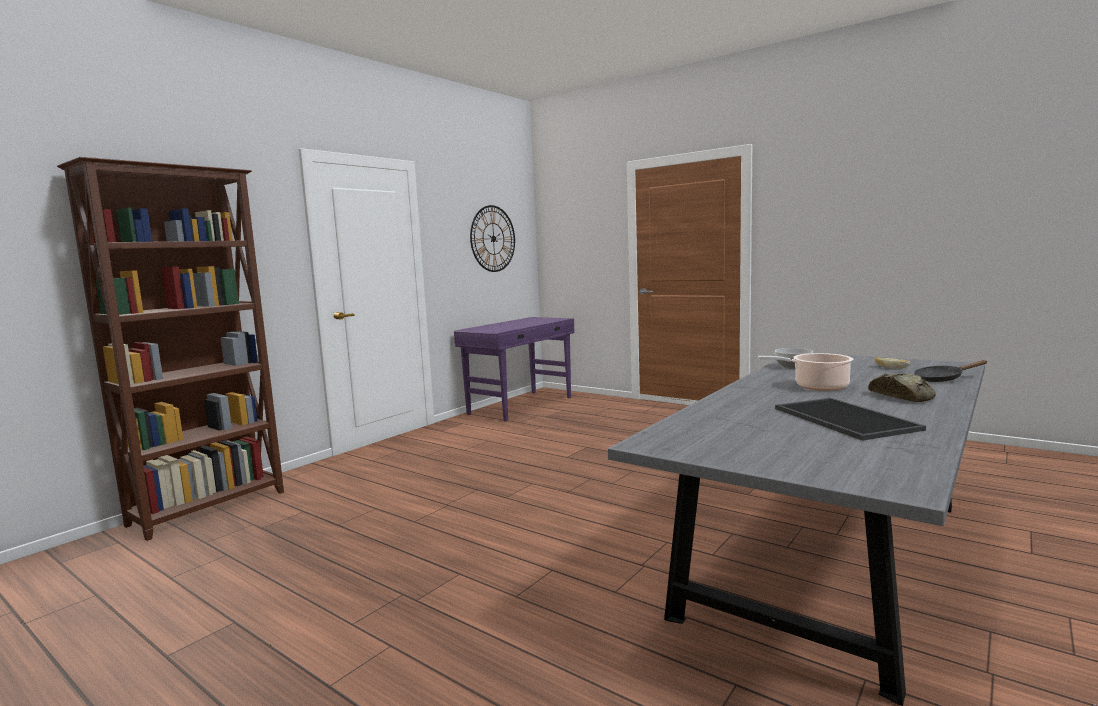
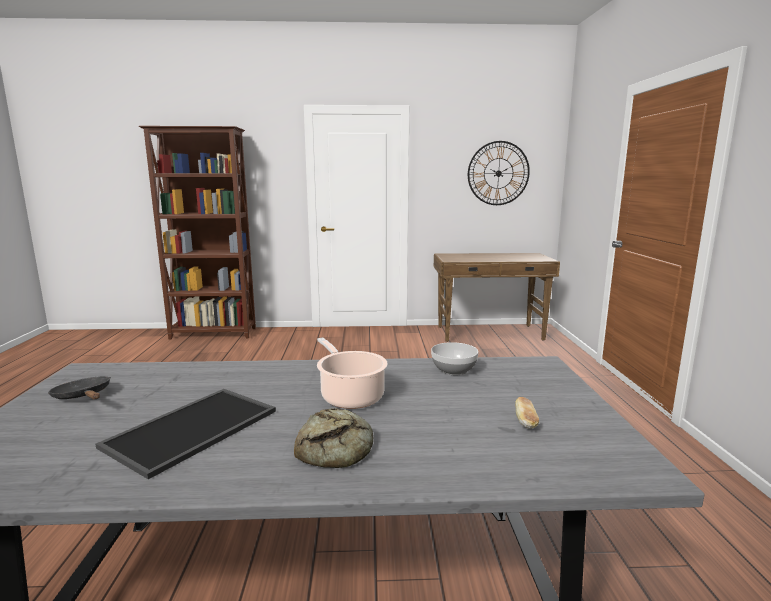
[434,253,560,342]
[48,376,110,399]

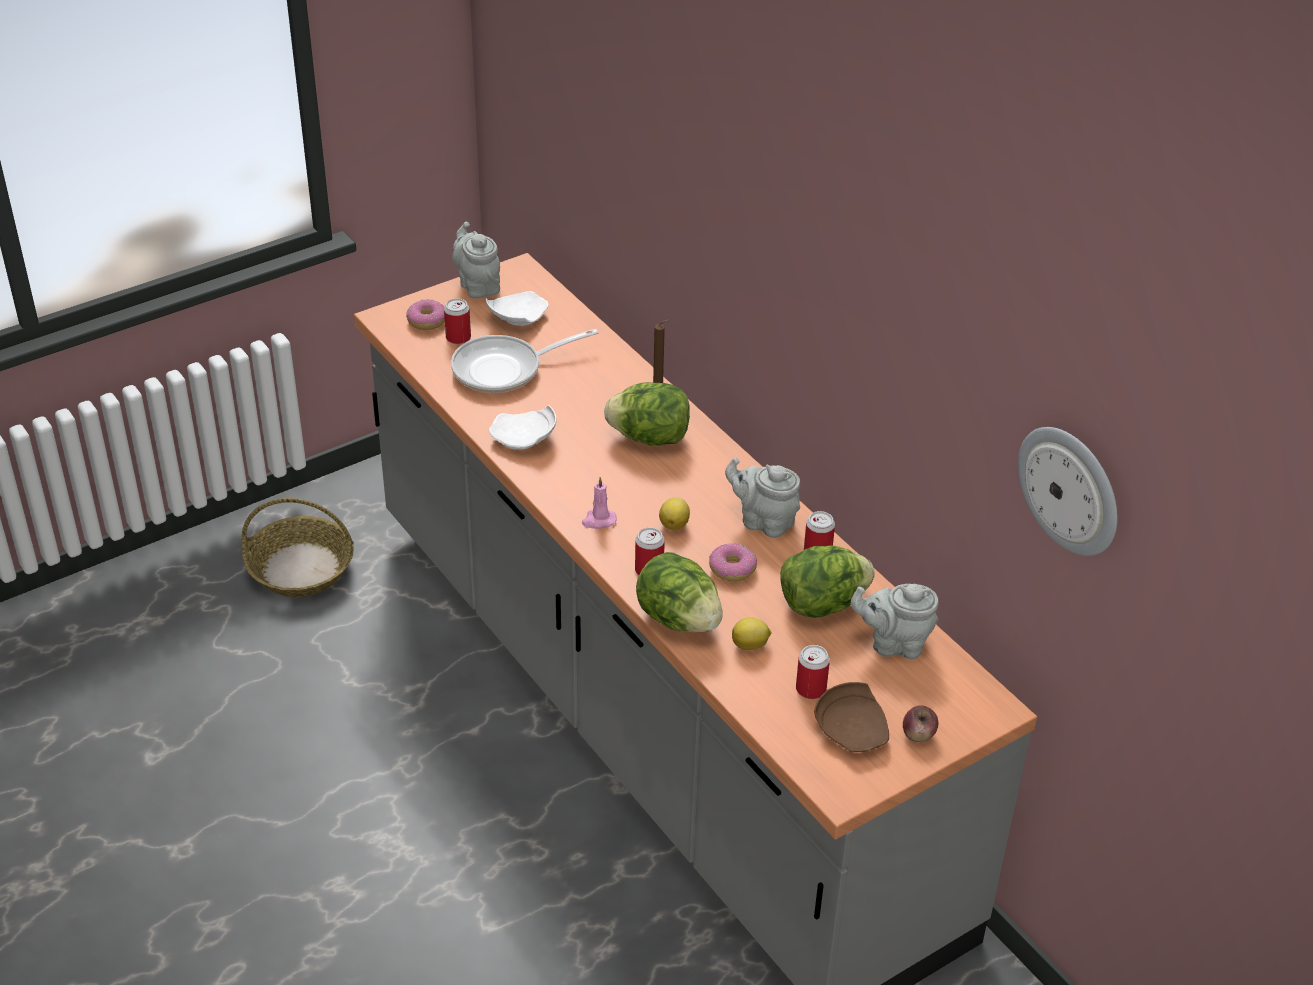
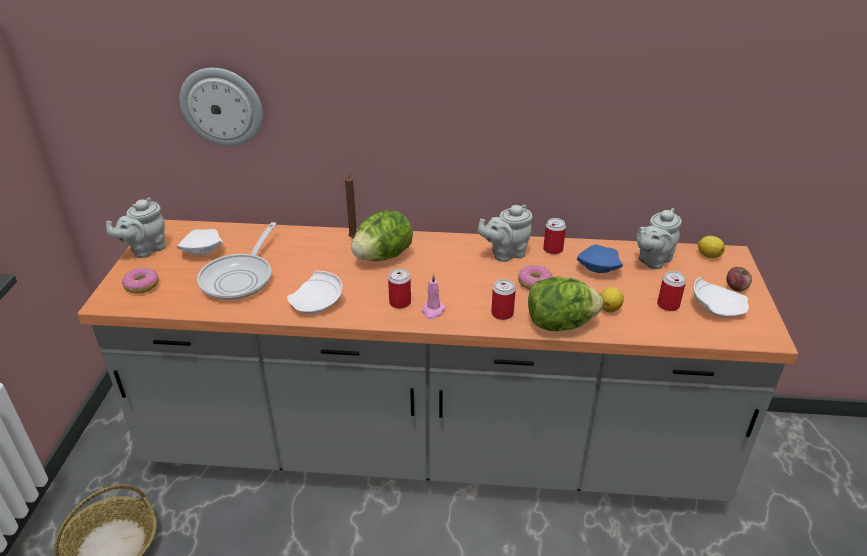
[106,198,166,258]
[388,269,411,309]
[179,68,263,146]
[698,236,725,258]
[577,244,623,273]
[693,277,749,318]

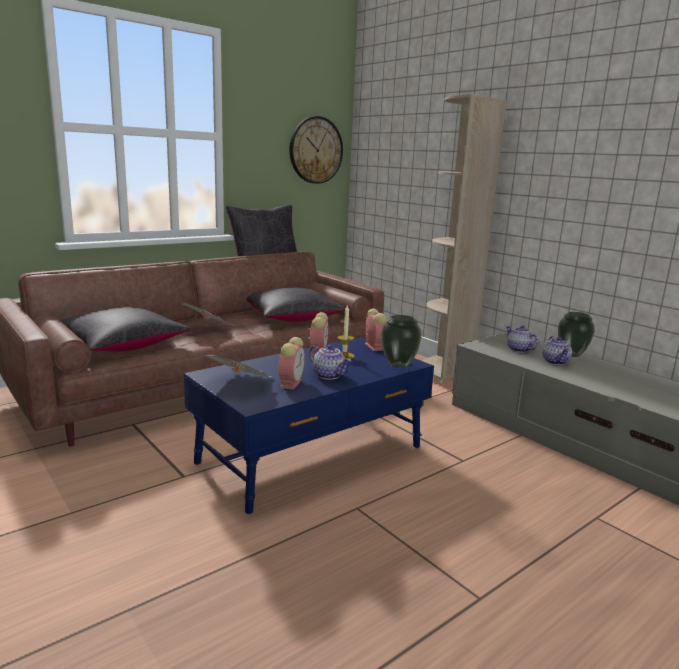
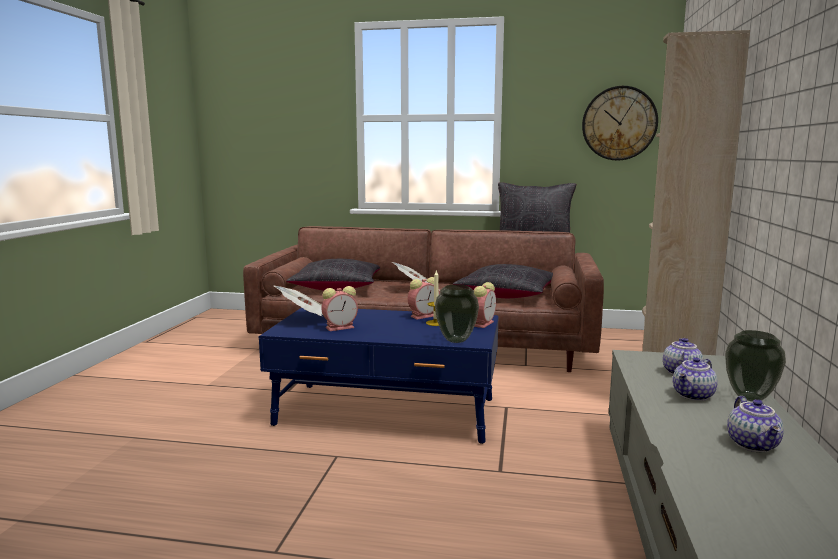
[727,396,784,452]

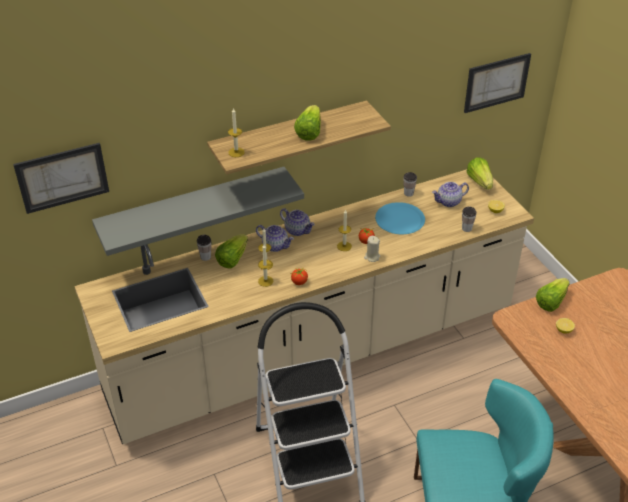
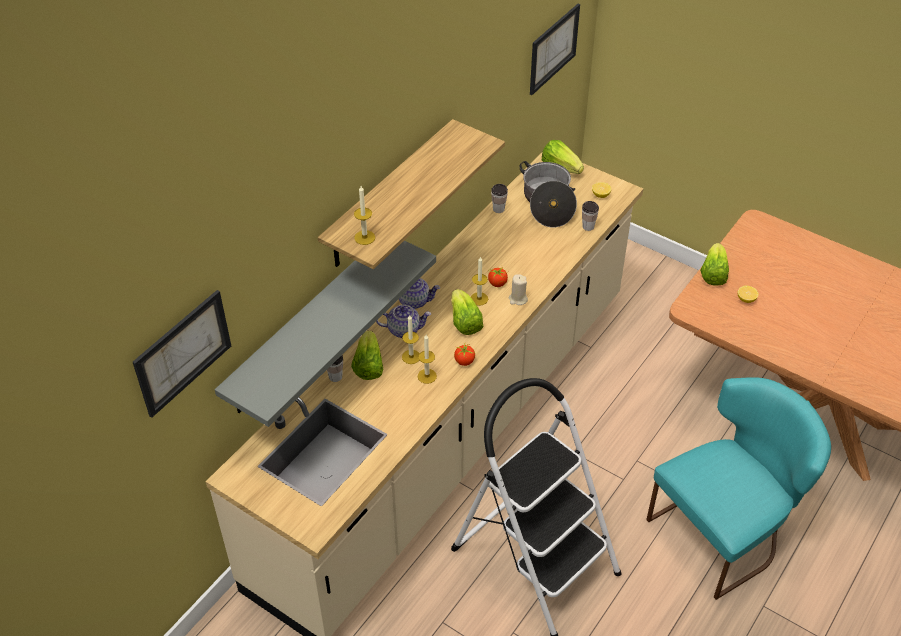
[451,289,483,335]
[520,161,577,227]
[375,202,425,234] (first image)

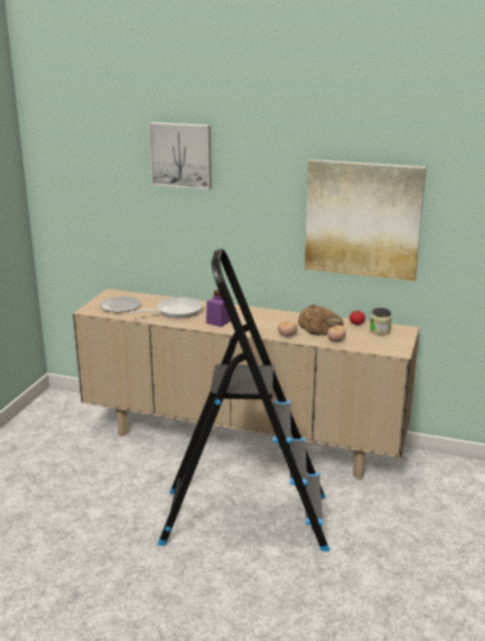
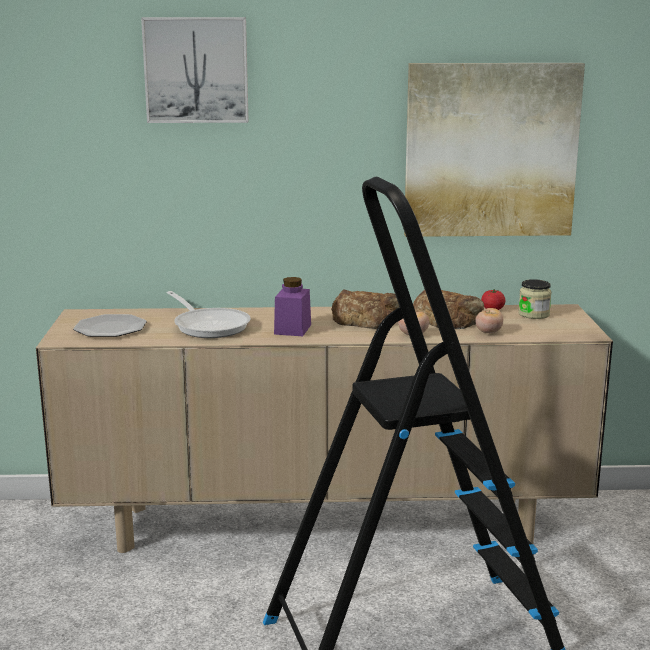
[167,291,251,338]
[331,289,400,329]

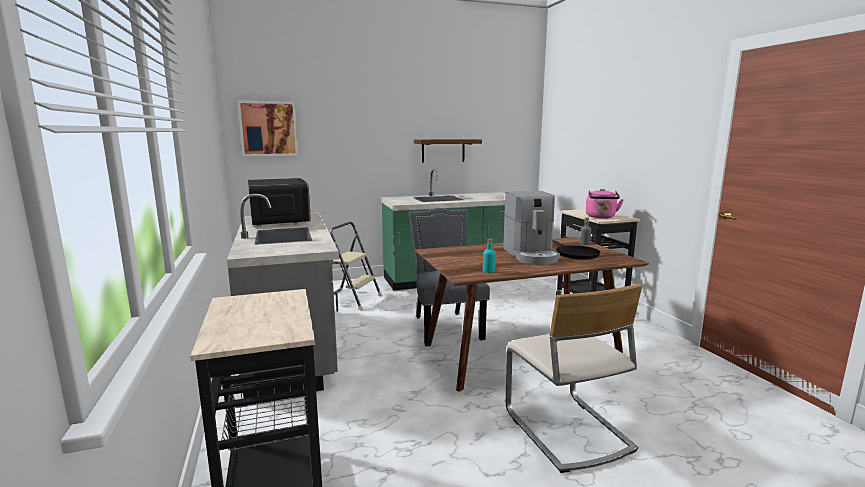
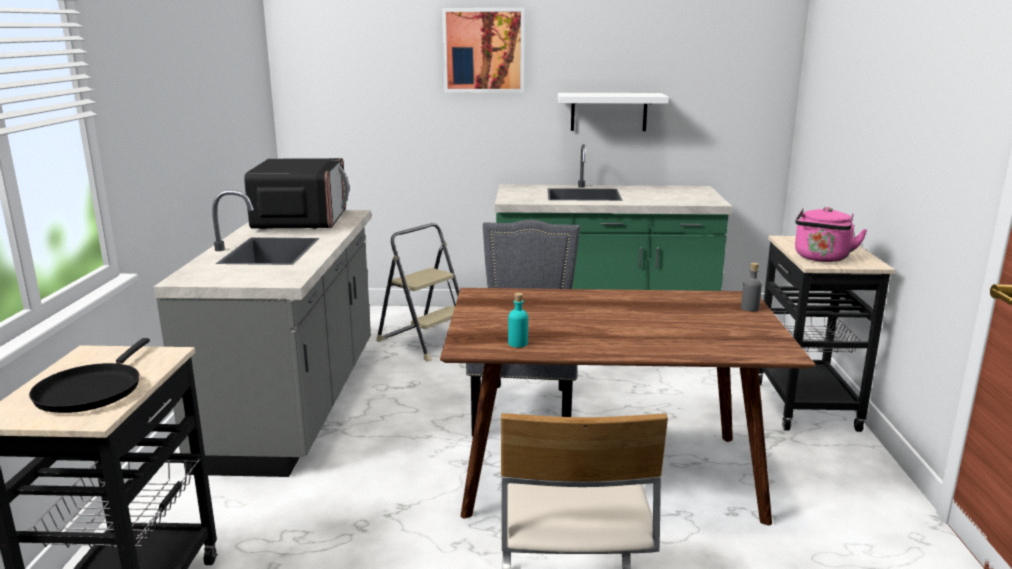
[442,8,525,93]
[558,93,669,131]
[503,191,560,265] (first image)
[29,338,150,413]

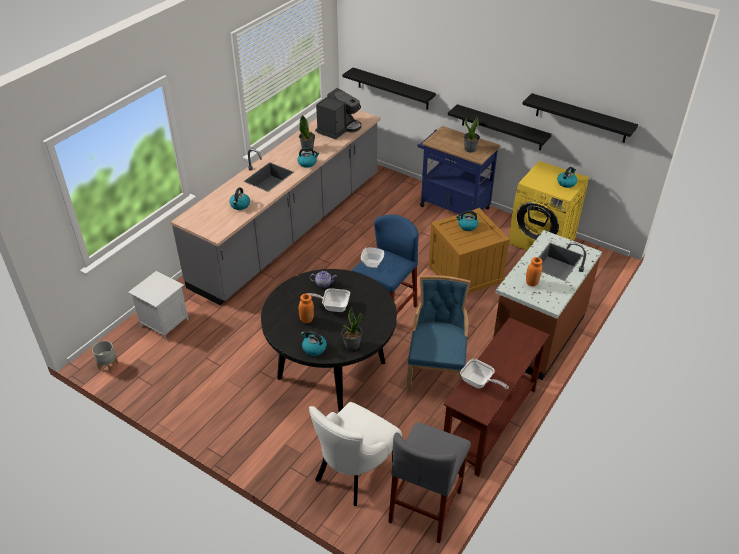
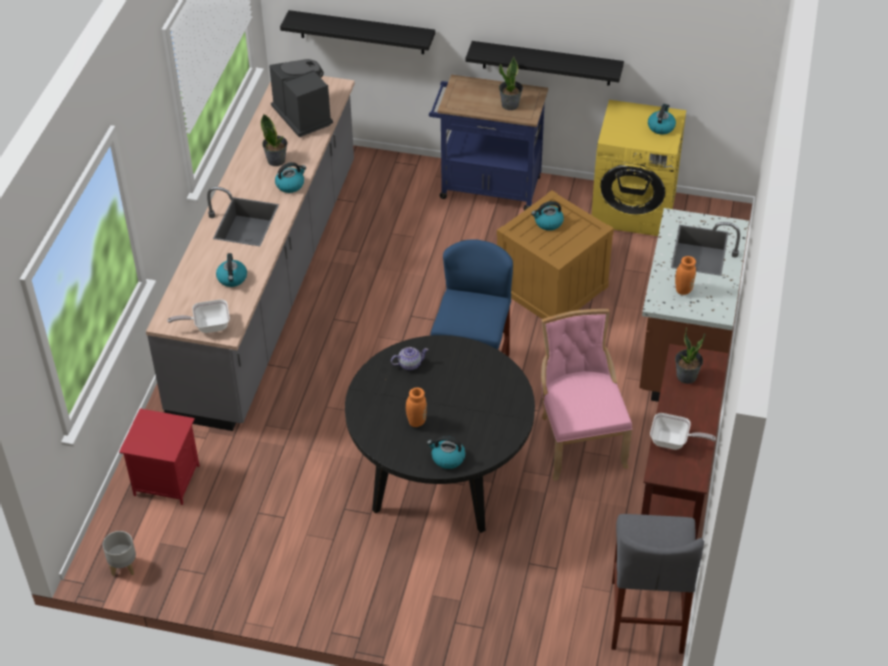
[269,59,333,137]
[522,93,638,142] (first image)
[361,247,384,268] (first image)
[119,409,200,505]
[541,309,632,481]
[167,299,230,333]
[675,327,706,384]
[309,402,402,506] (first image)

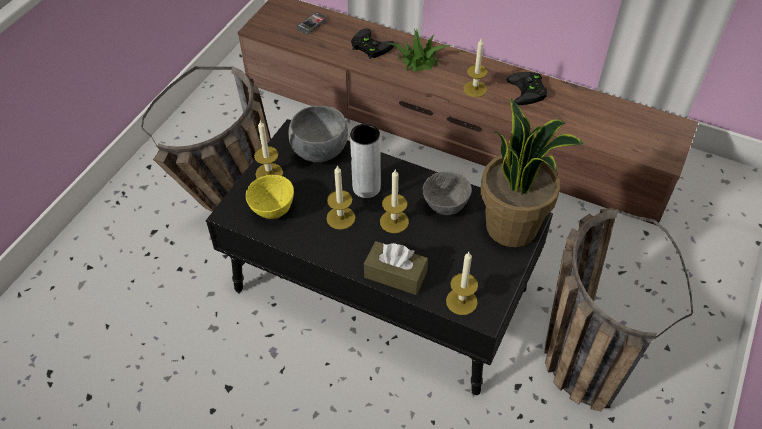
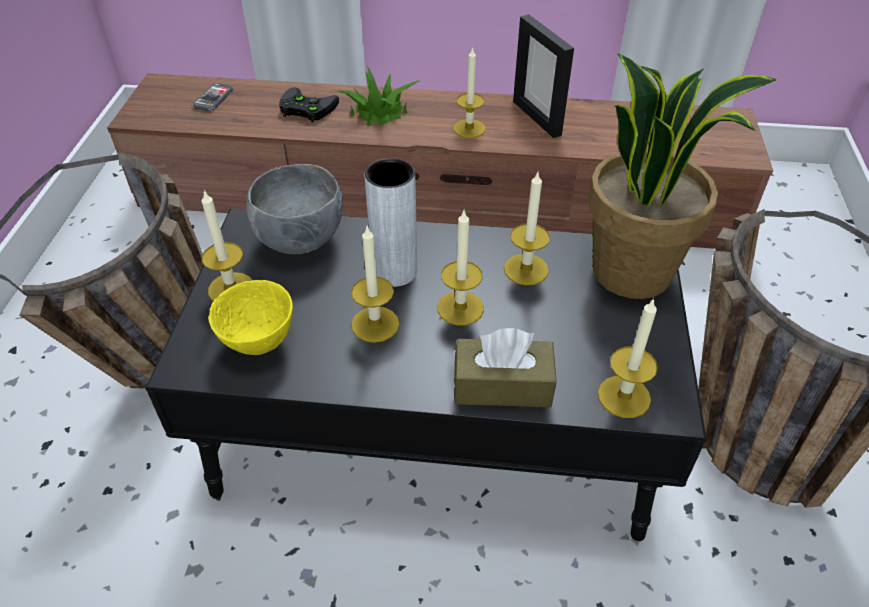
[513,14,574,138]
[504,172,550,285]

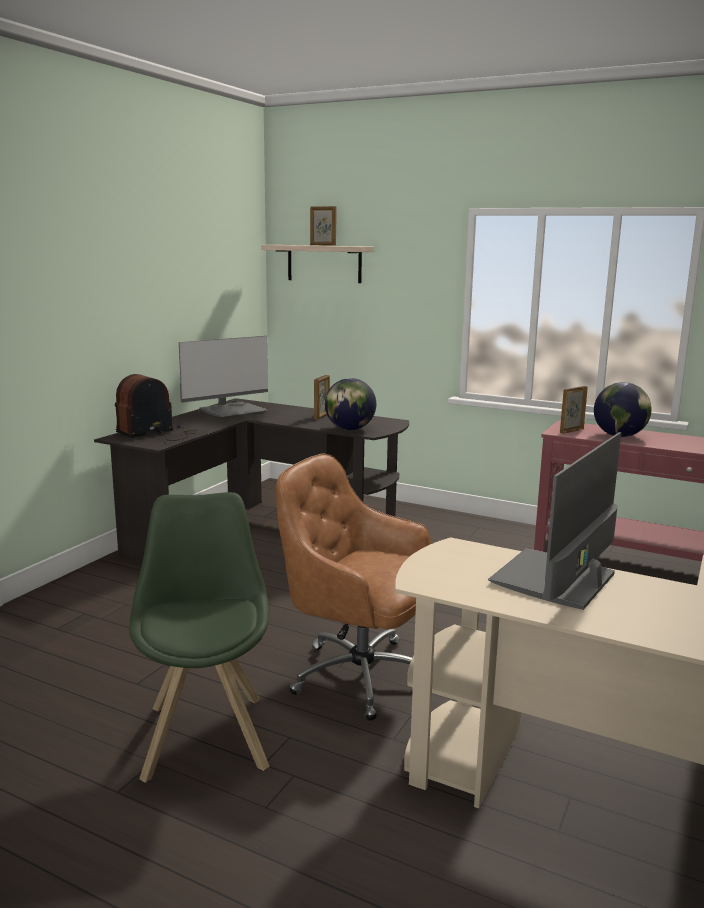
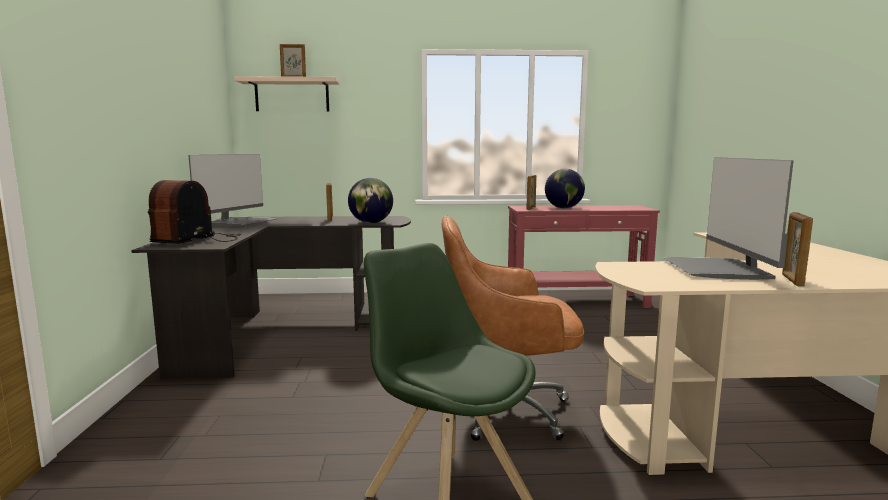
[782,212,813,287]

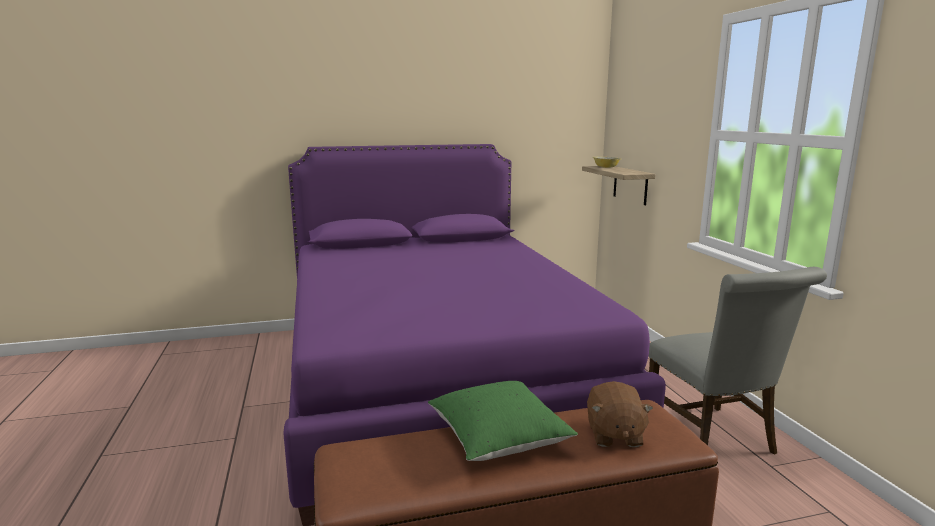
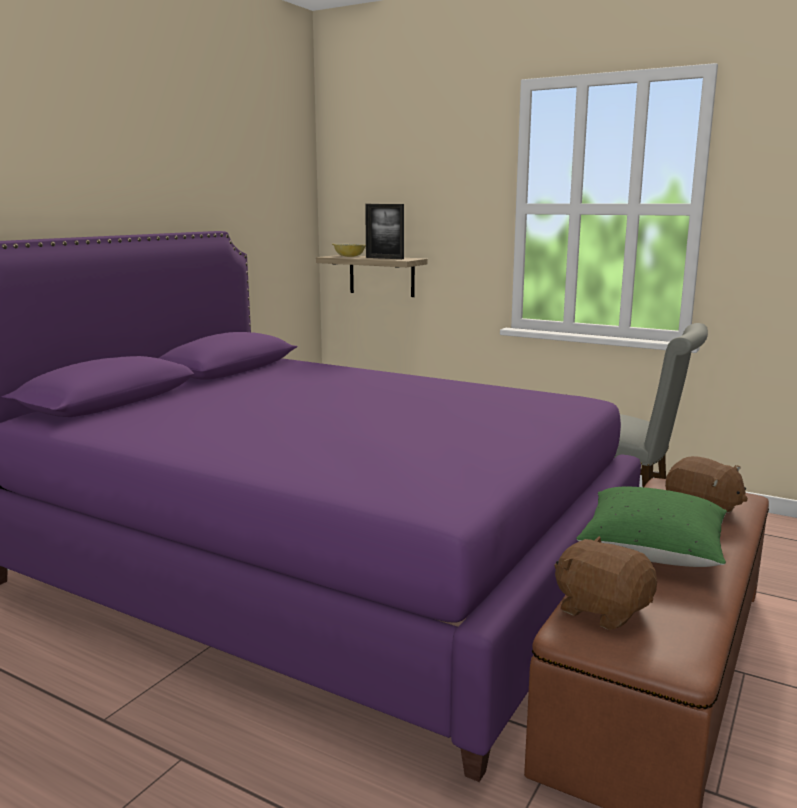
[365,204,404,259]
[555,536,657,630]

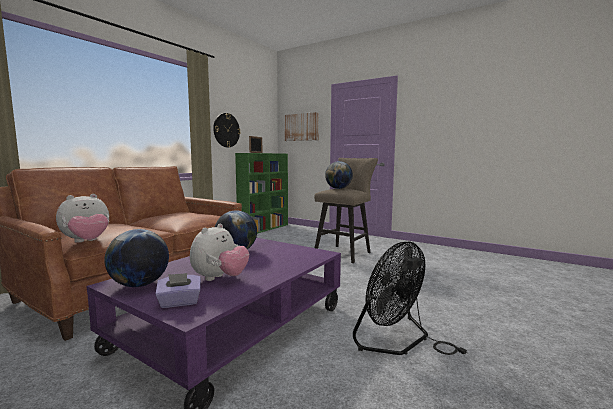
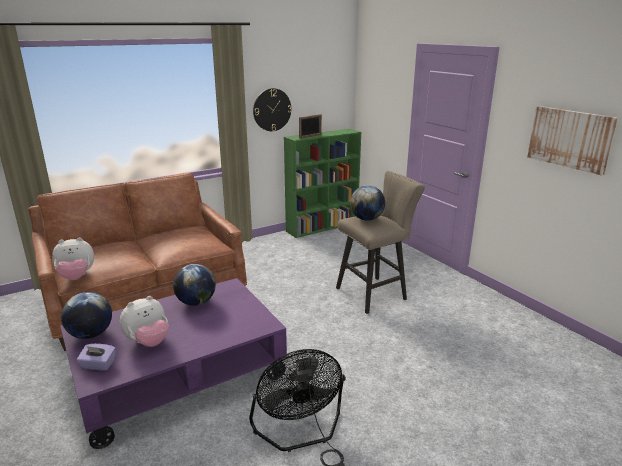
[527,106,618,175]

